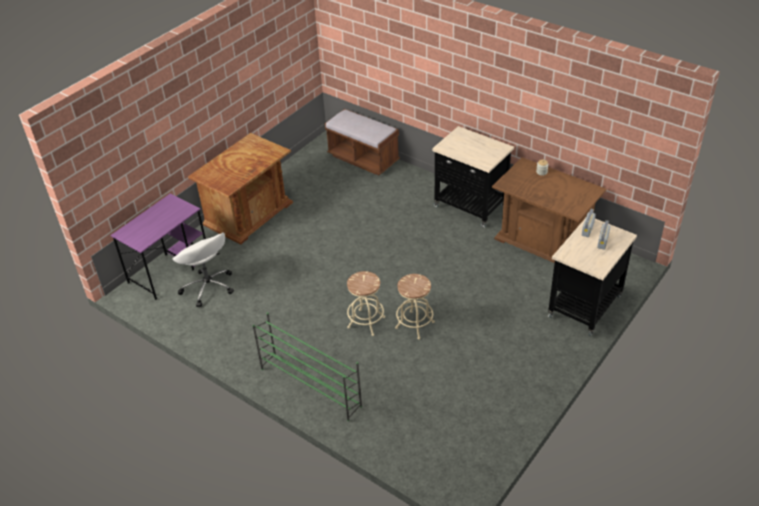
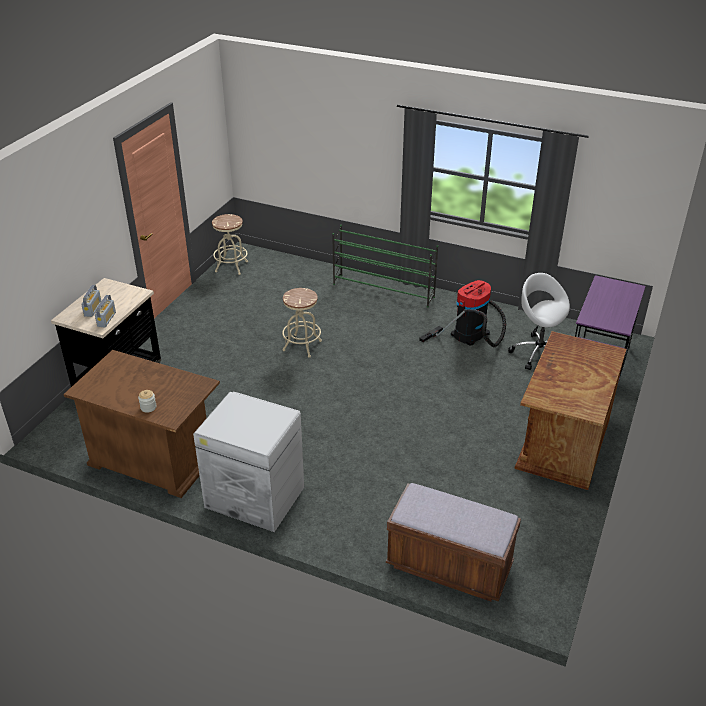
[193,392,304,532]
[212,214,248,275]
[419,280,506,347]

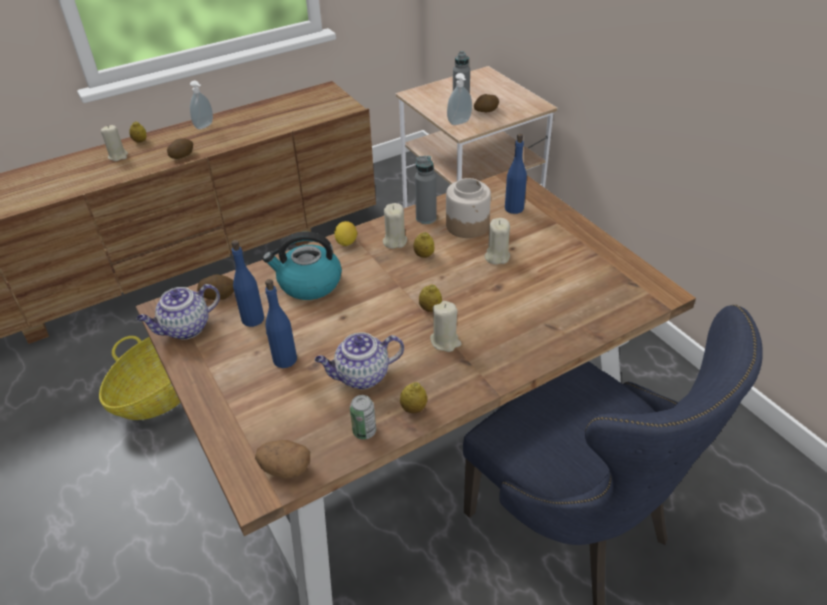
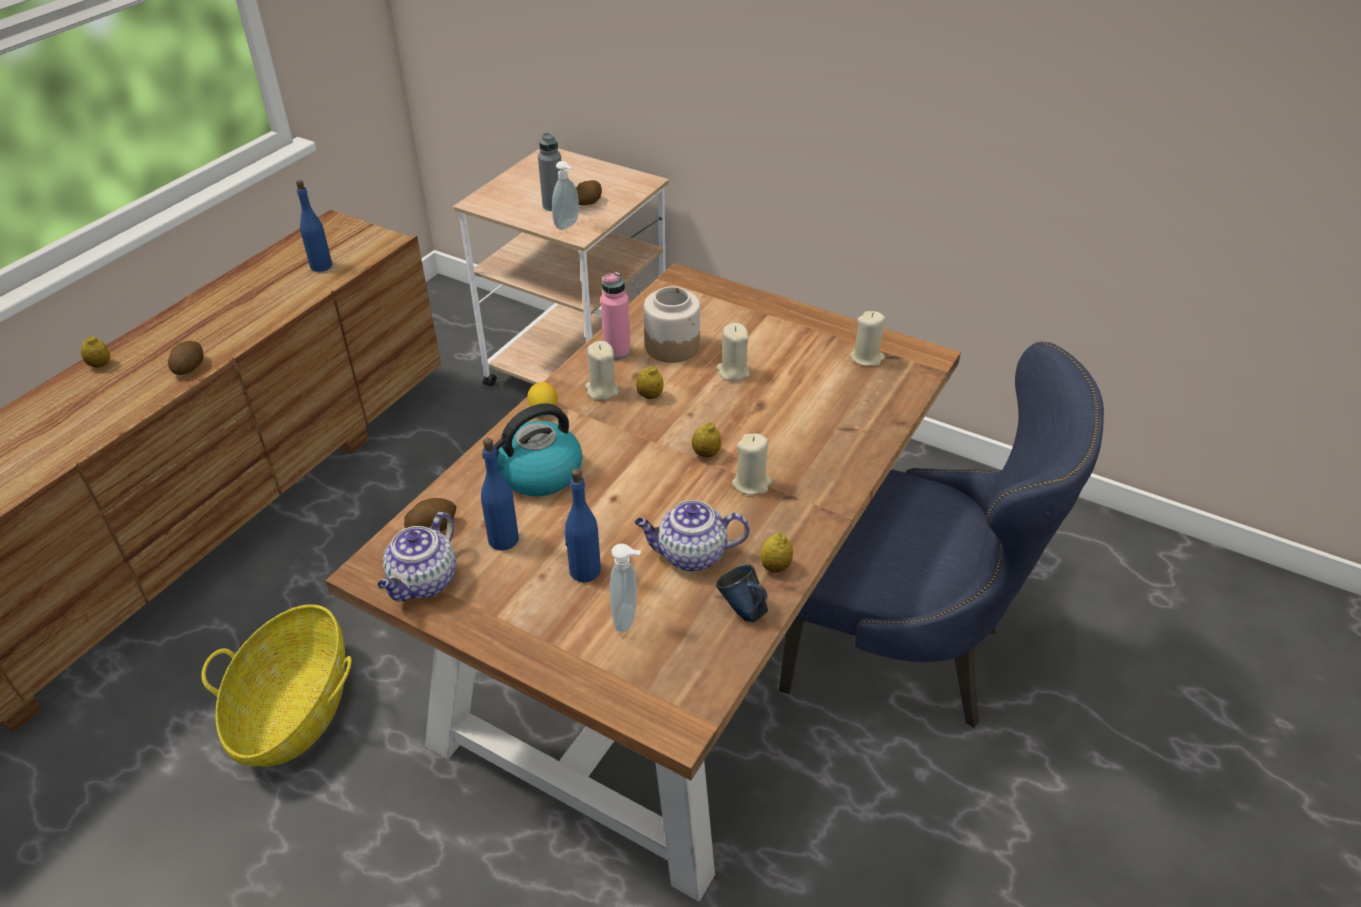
[610,543,641,633]
[850,311,885,366]
[296,180,332,272]
[601,272,631,360]
[635,500,750,572]
[716,564,768,622]
[255,440,310,478] (first image)

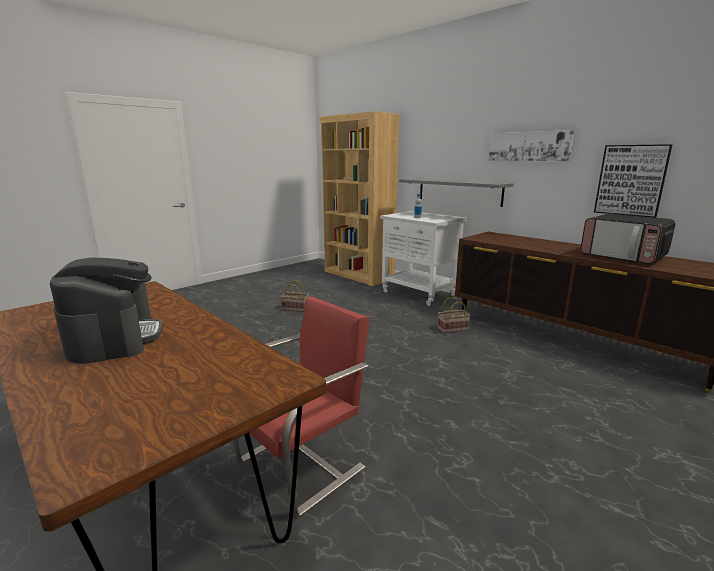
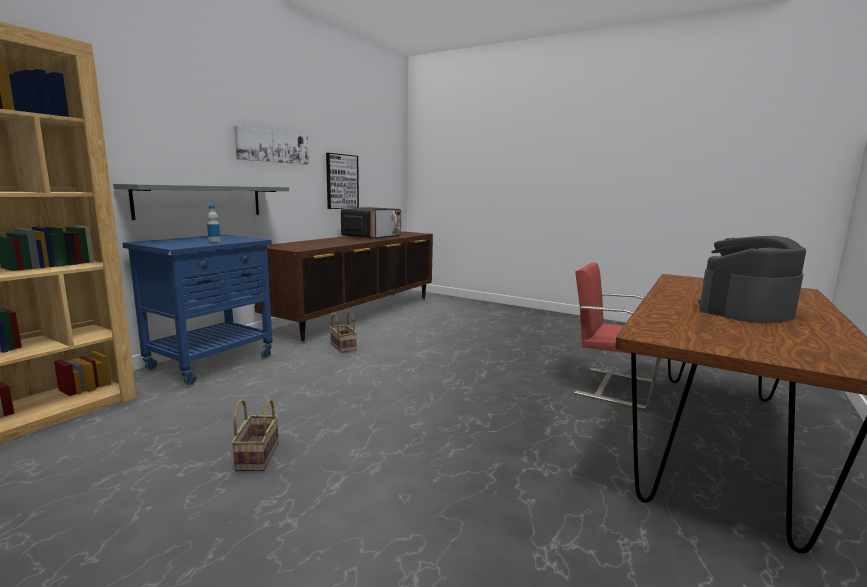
[122,235,273,385]

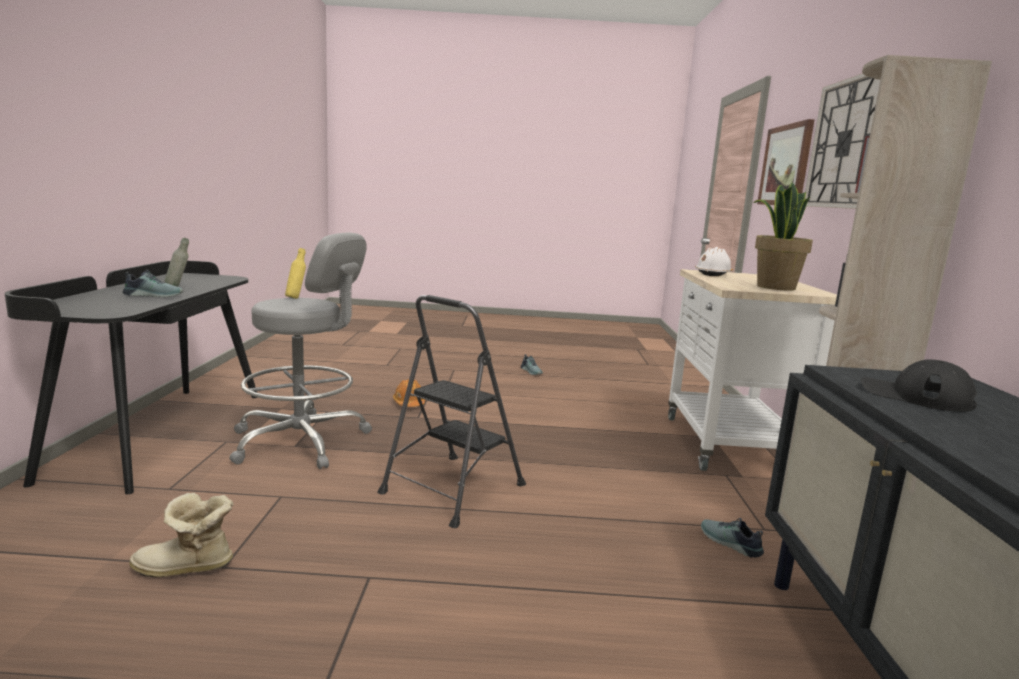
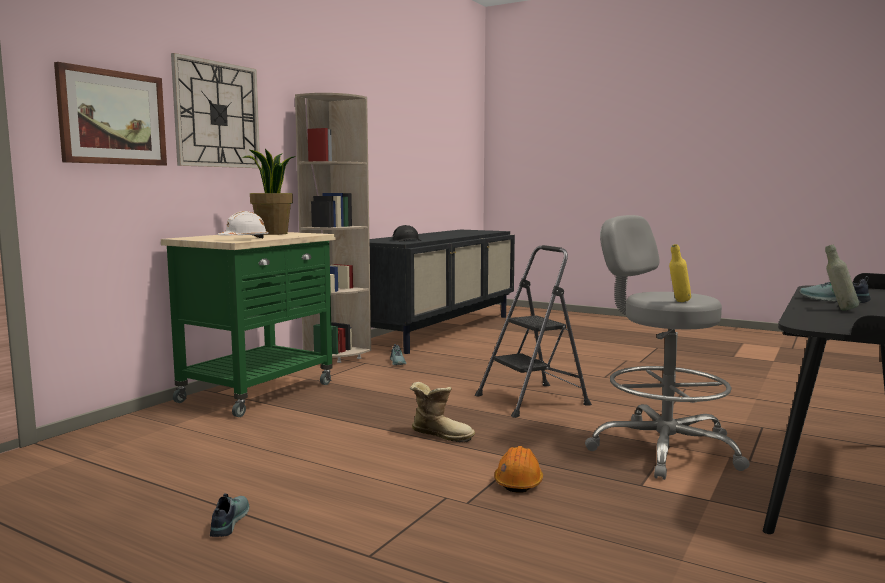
[161,232,335,417]
[410,382,475,442]

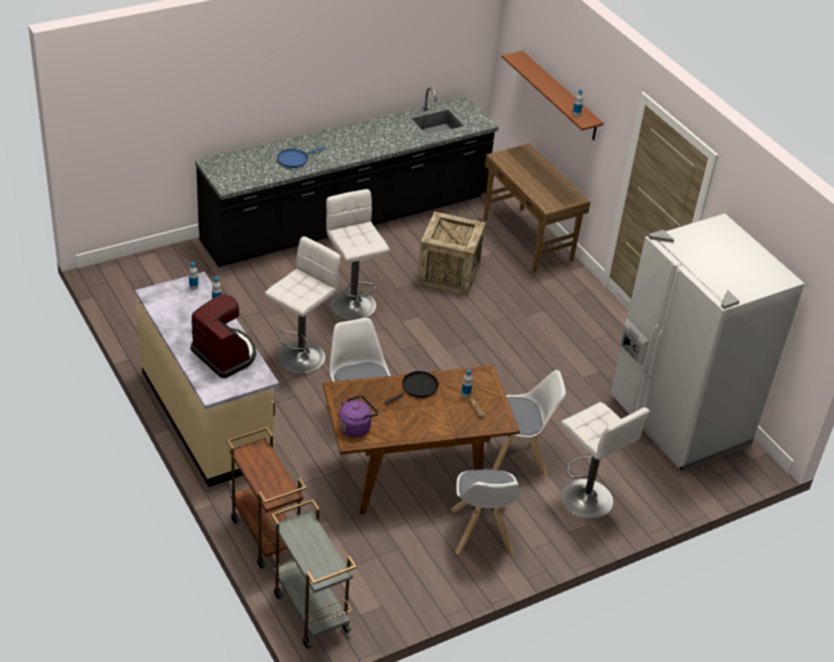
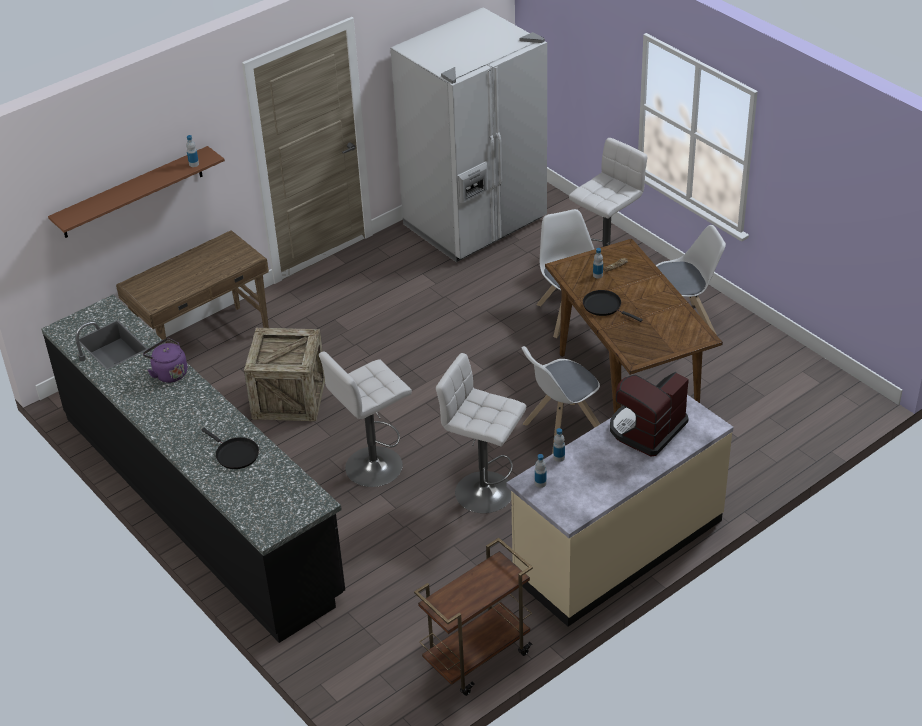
[201,428,259,469]
[143,338,187,383]
[414,538,533,696]
[271,499,357,649] (first image)

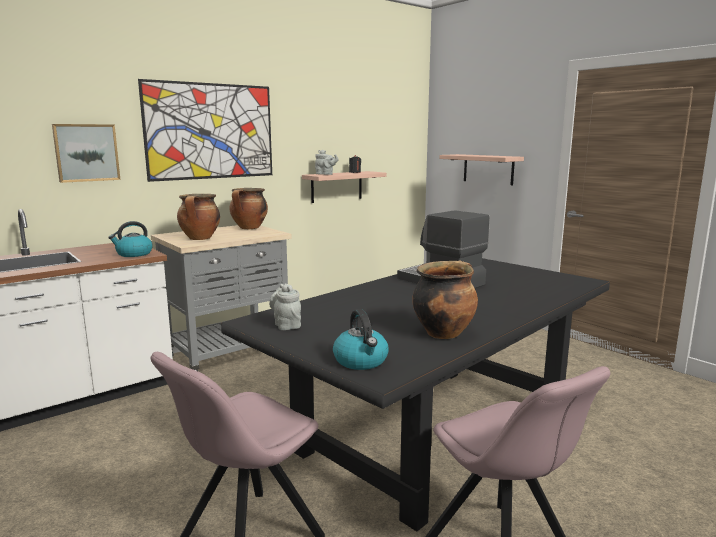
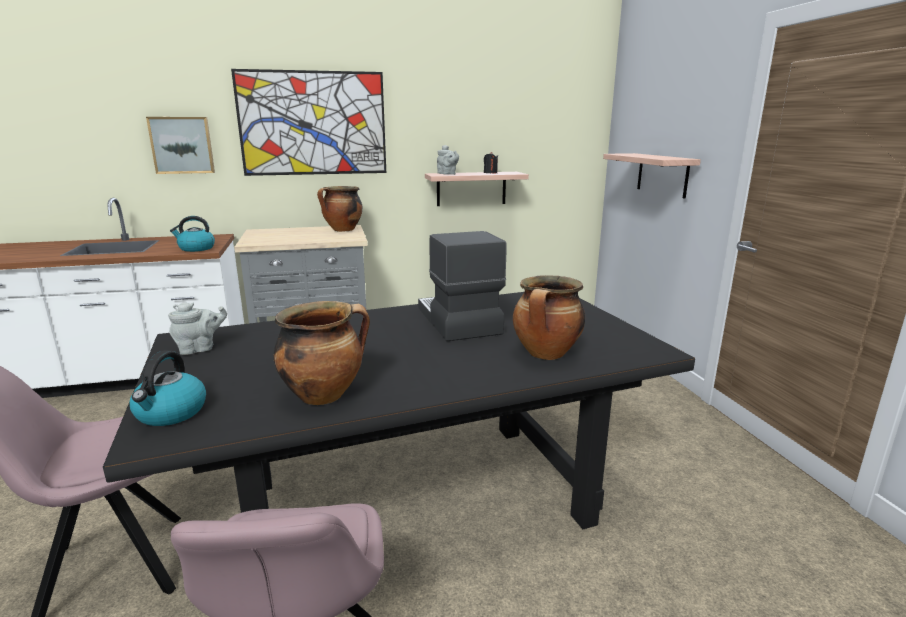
[513,275,585,360]
[168,302,227,355]

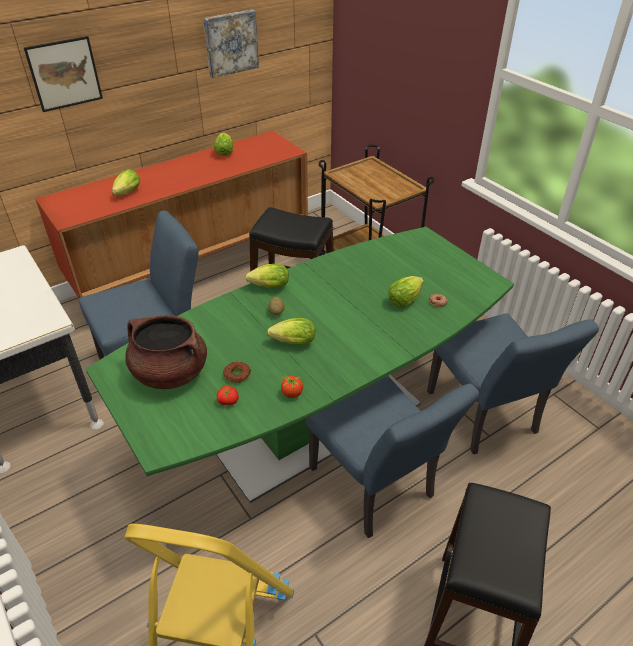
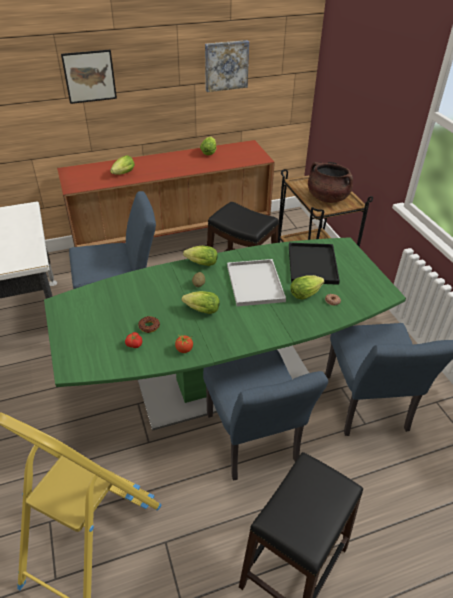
[308,162,353,203]
[289,243,340,285]
[227,259,286,306]

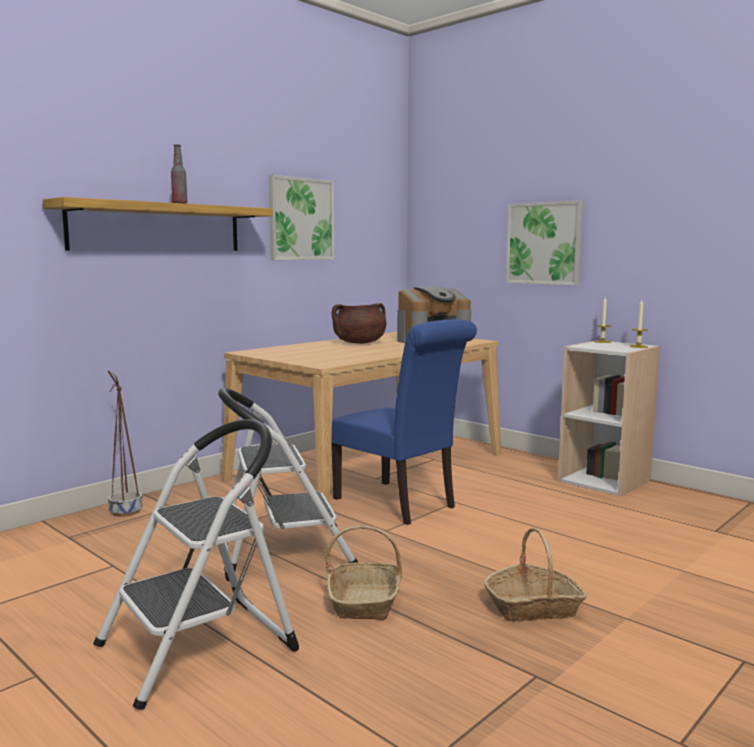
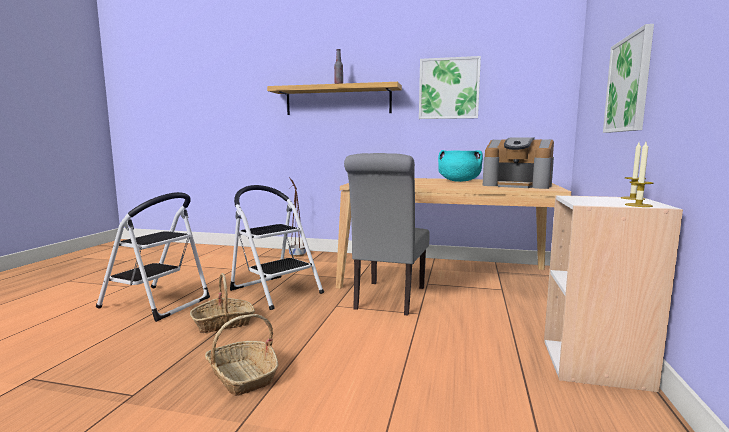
[438,150,483,182]
[344,153,430,316]

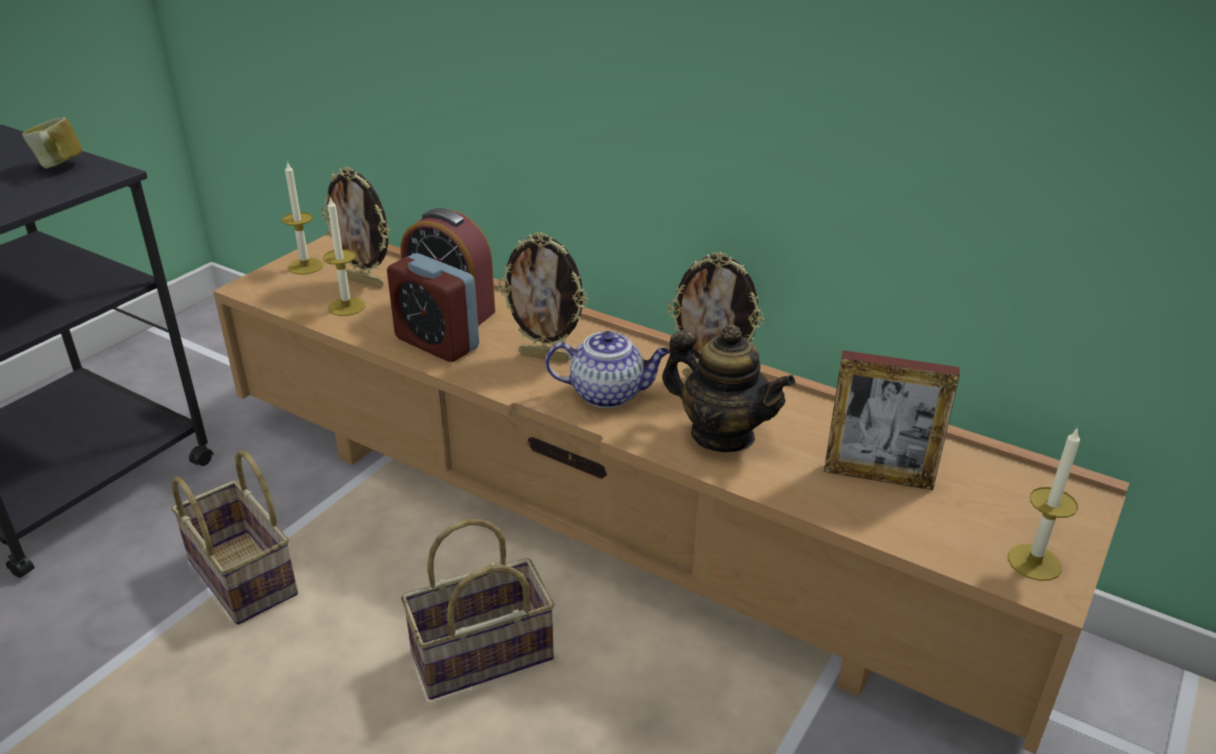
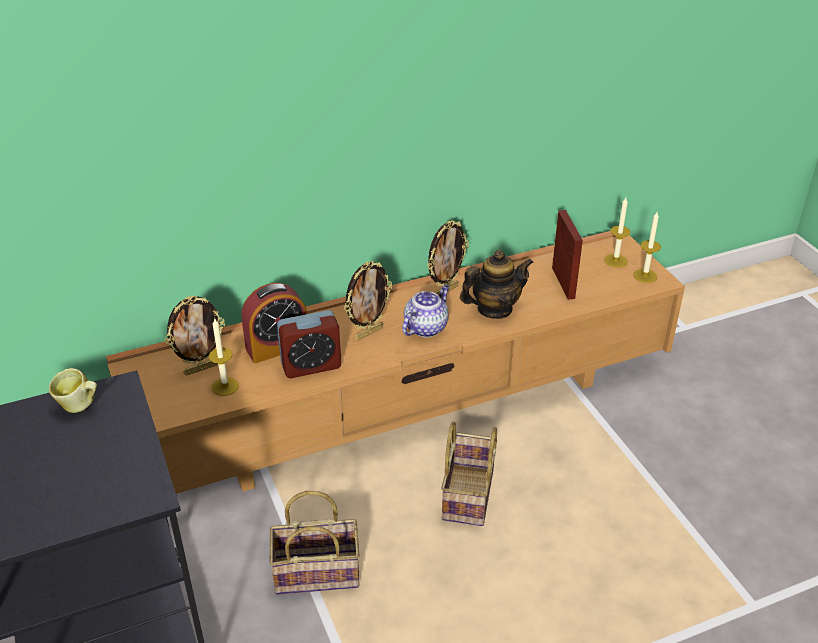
[604,197,631,268]
[552,210,583,300]

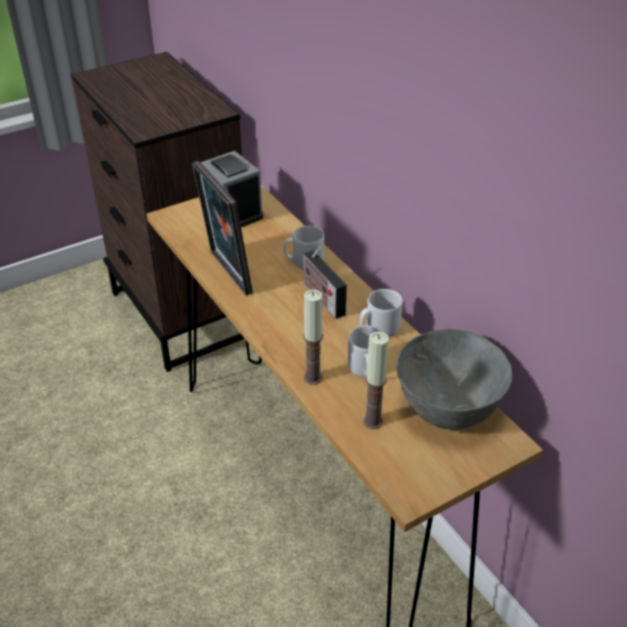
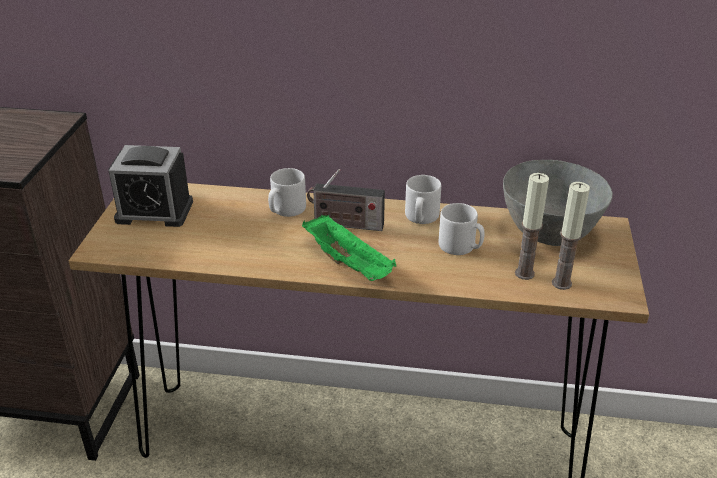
[192,161,253,296] (first image)
[552,182,590,290]
[302,215,396,281]

